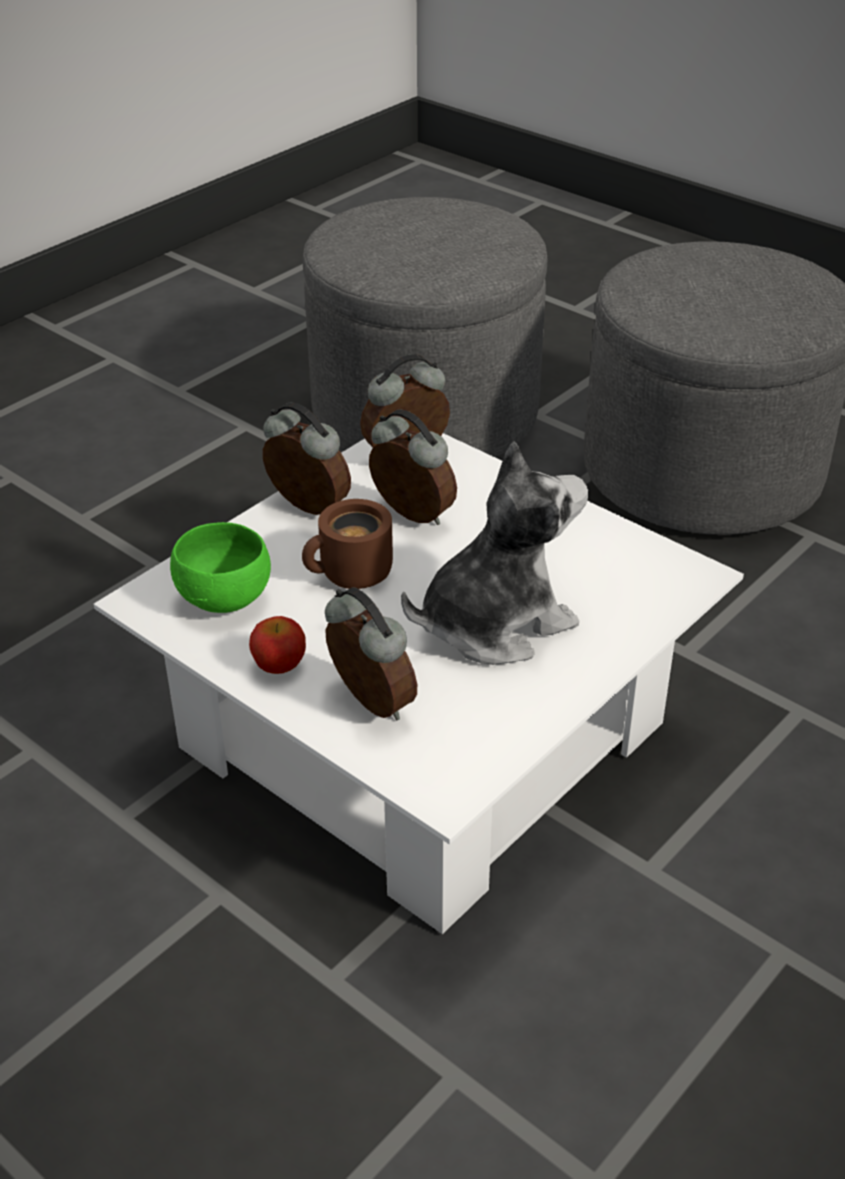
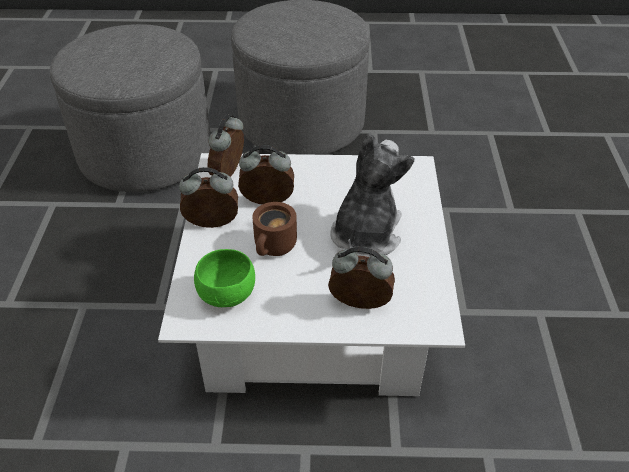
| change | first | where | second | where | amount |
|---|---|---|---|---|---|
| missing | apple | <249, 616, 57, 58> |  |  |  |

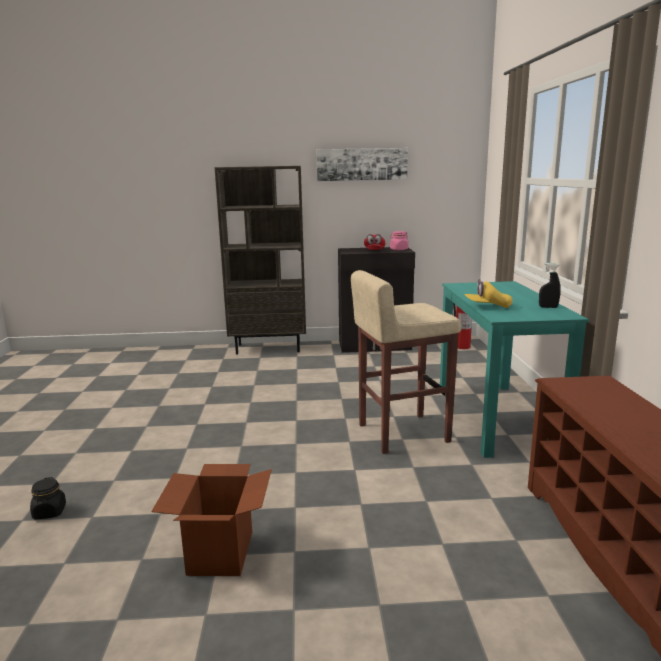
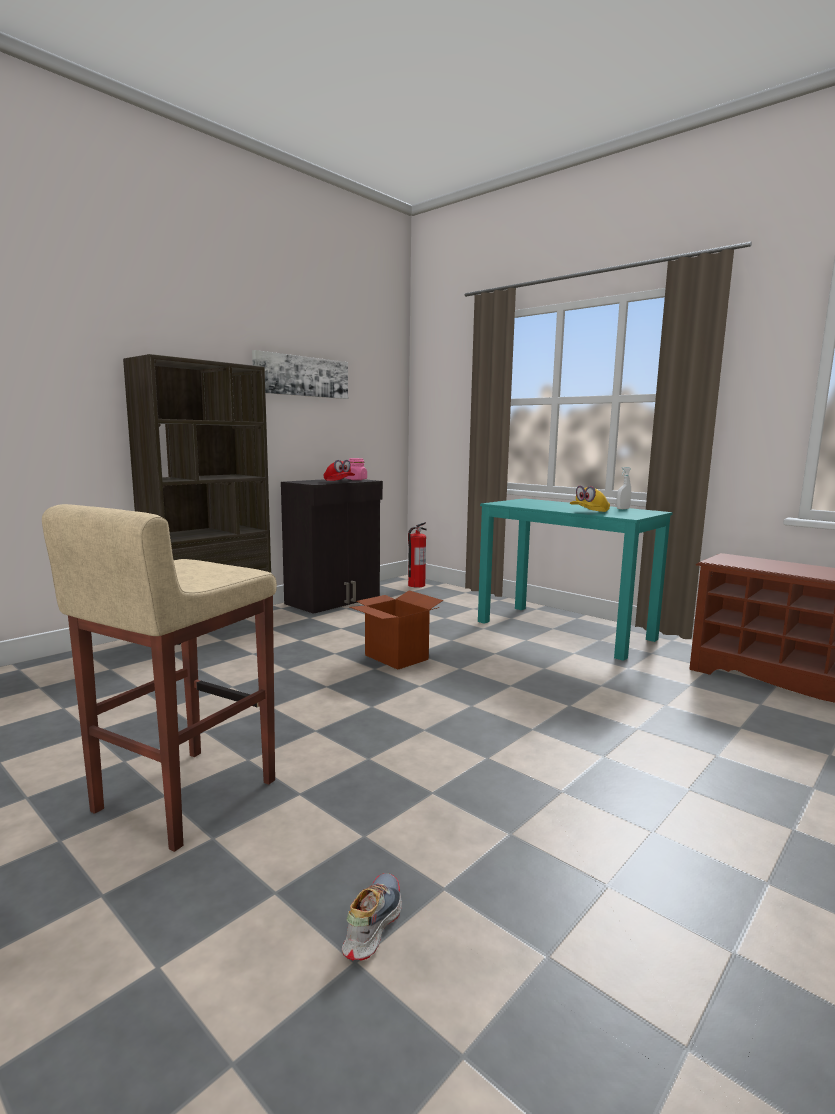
| change | first | where | second | where | amount |
|---|---|---|---|---|---|
| exchanged | black jar | <30, 477, 36, 42> | shoe | <342, 873, 60, 88> |  |
| relocated | cardboard box | <151, 464, 121, 112> |  | <350, 590, 93, 80> |  |
| relocated | beige stool | <351, 270, 111, 184> |  | <42, 504, 235, 348> |  |
| colour | black spray bottle | <539, 263, 22, 45> | white spray bottle | <616, 467, 15, 42> |  |

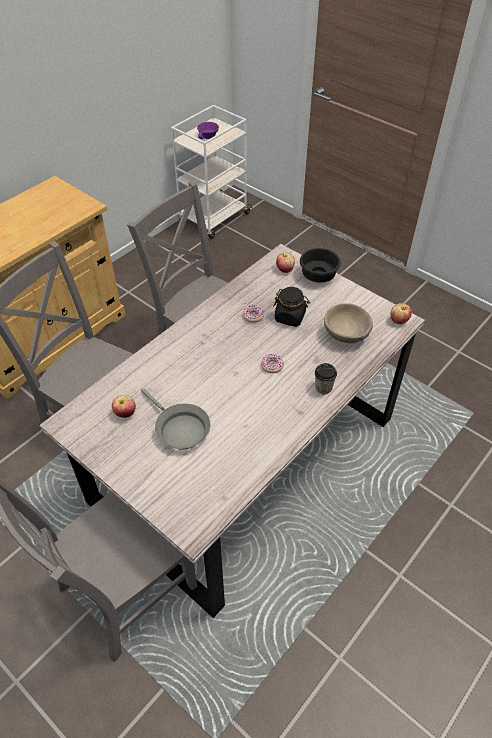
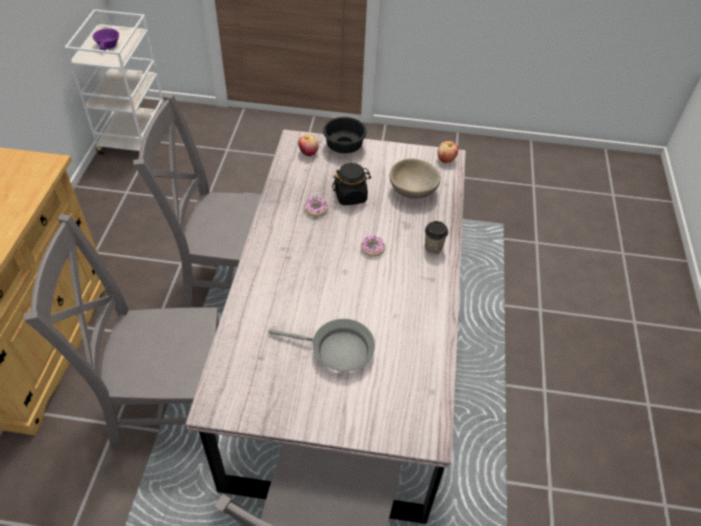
| change | first | where | second | where | amount |
|---|---|---|---|---|---|
| missing | apple | <112, 395, 24, 23> |  |  |  |

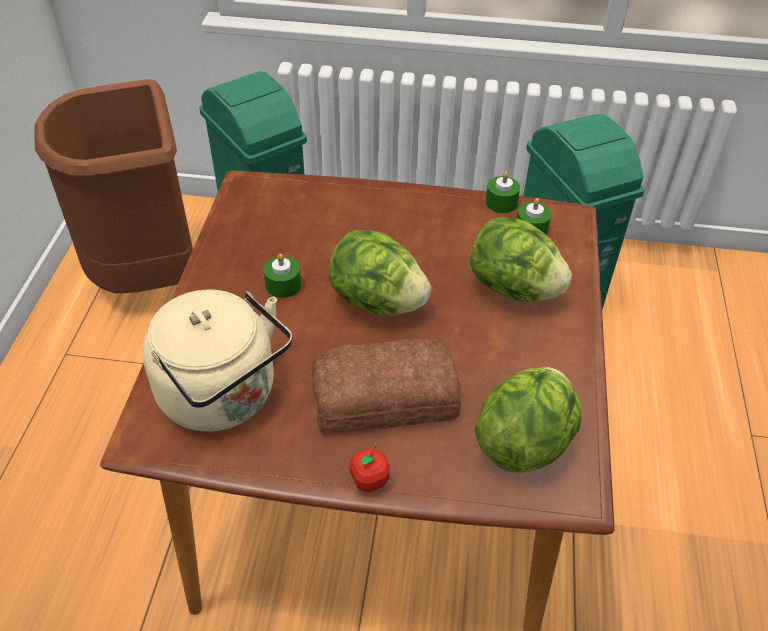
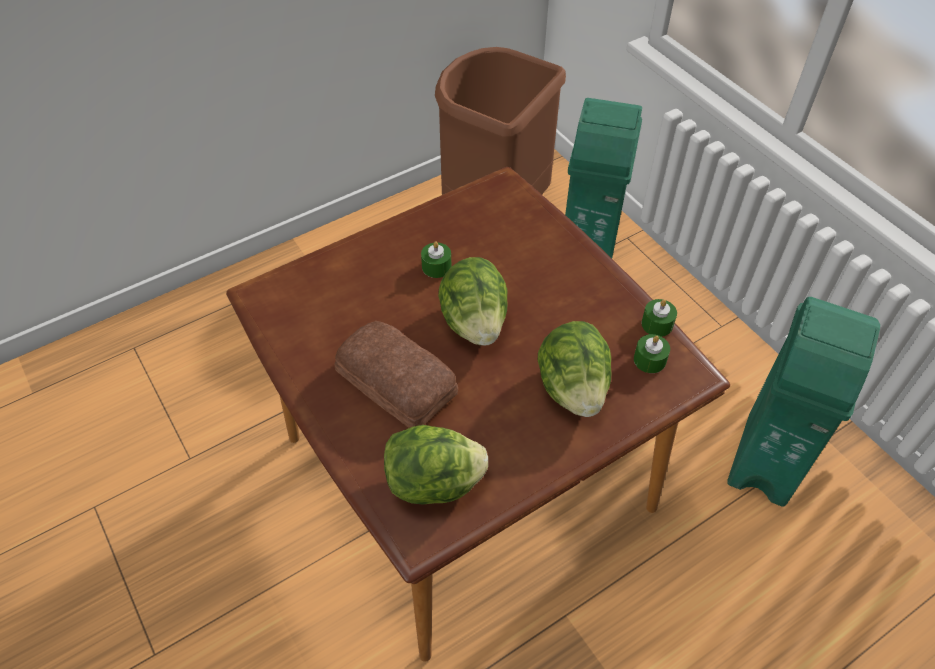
| change | first | where | second | where | amount |
|---|---|---|---|---|---|
| missing | beige kettle | <143, 290, 149, 142> |  |  |  |
| missing | apple | <349, 442, 41, 50> |  |  |  |

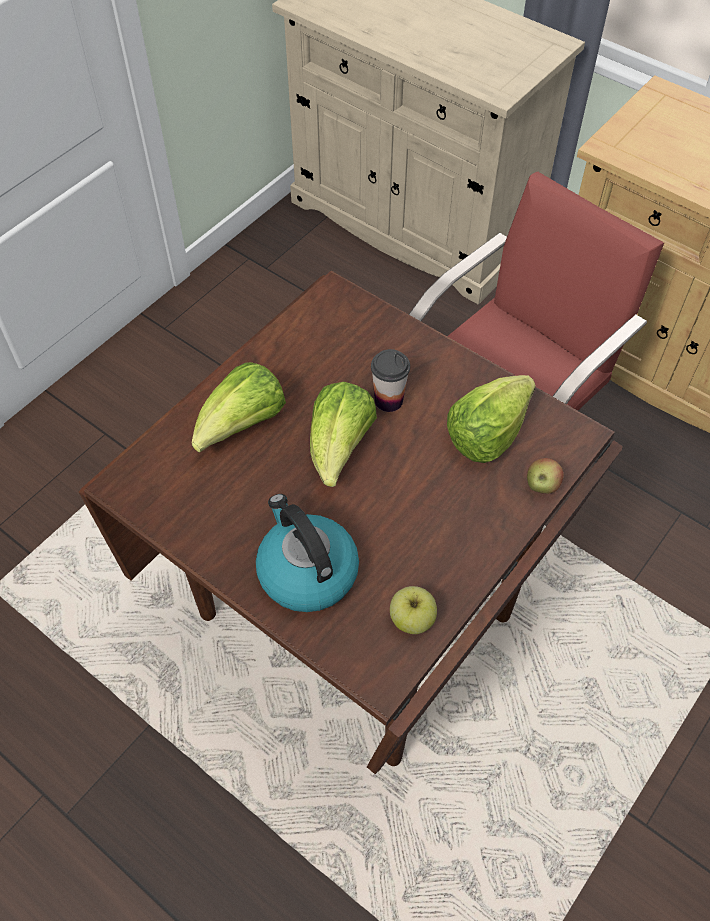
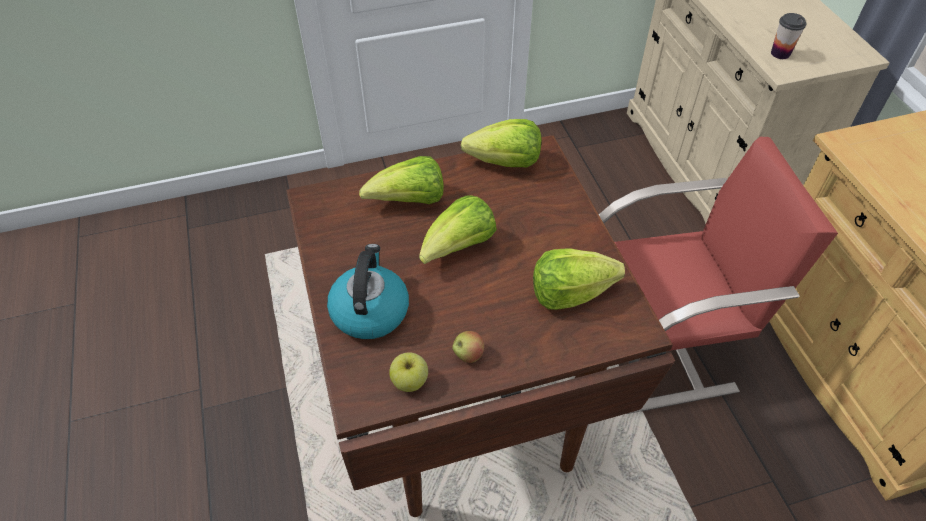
| change | first | where | second | where | amount |
|---|---|---|---|---|---|
| relocated | cup | <371, 349, 39, 63> |  | <771, 13, 35, 46> |  |
| relocated | apple | <527, 458, 37, 36> |  | <452, 331, 33, 32> |  |
| appeared |  |  | lettuce | <461, 119, 81, 48> |  |

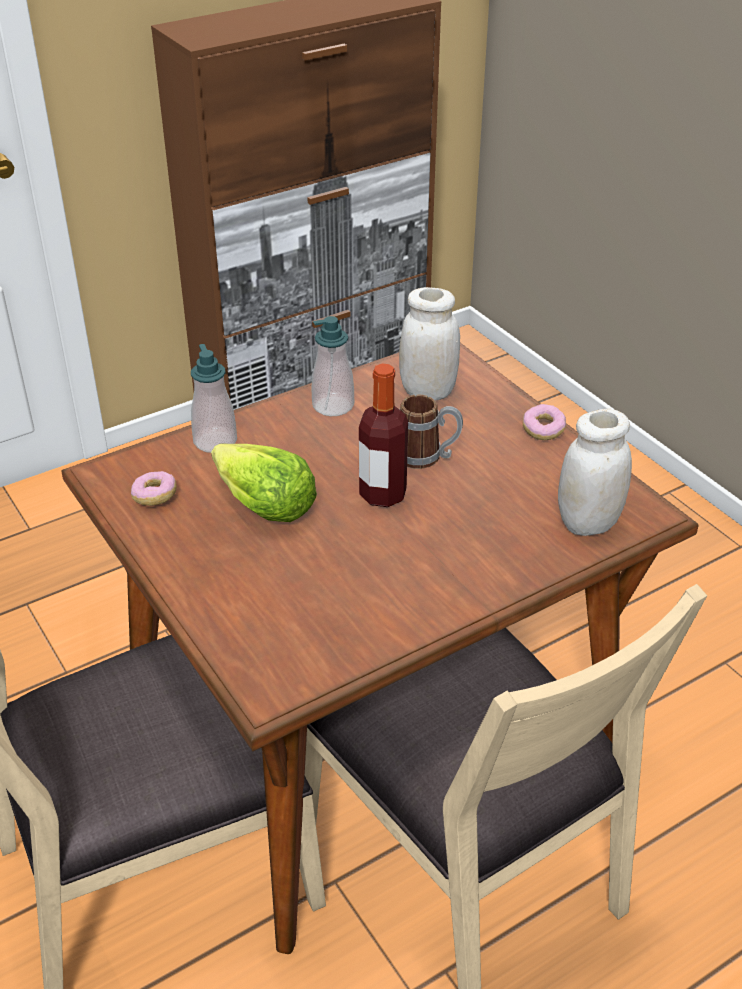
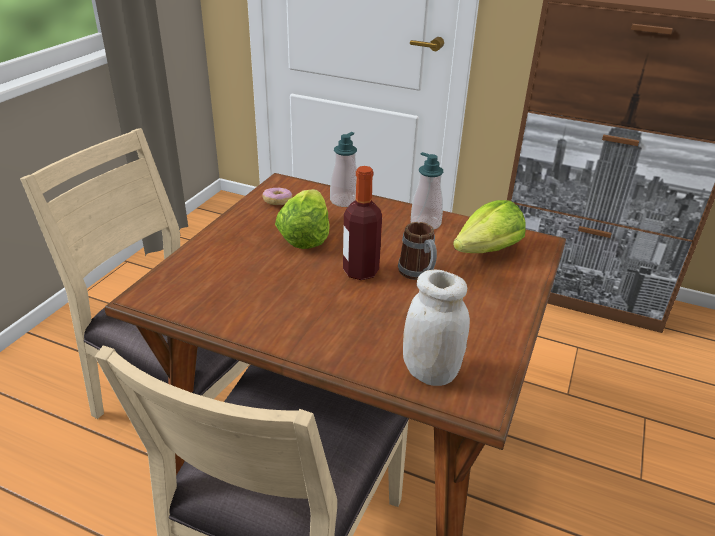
| change | first | where | second | where | amount |
|---|---|---|---|---|---|
| exchanged | white jar | <399, 287, 61, 114> | lettuce | <453, 200, 73, 53> |  |
| missing | donut | <523, 404, 43, 36> |  |  |  |

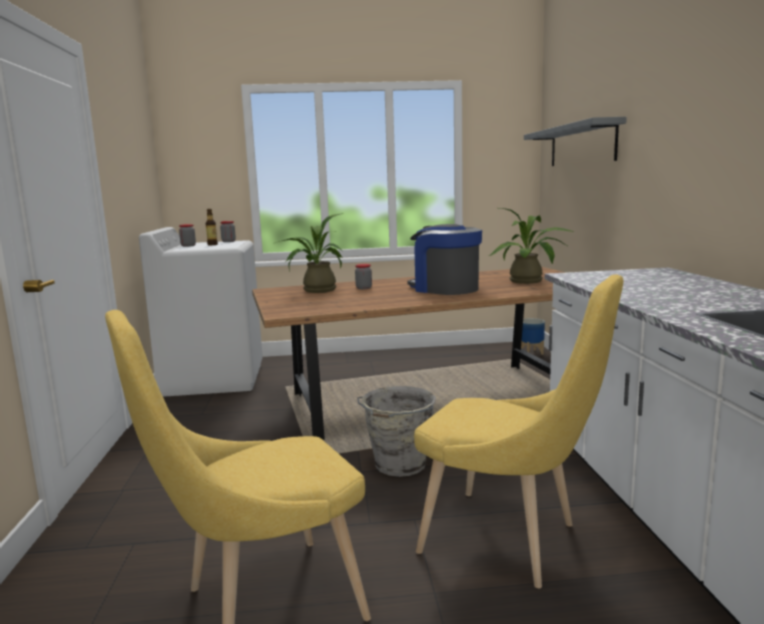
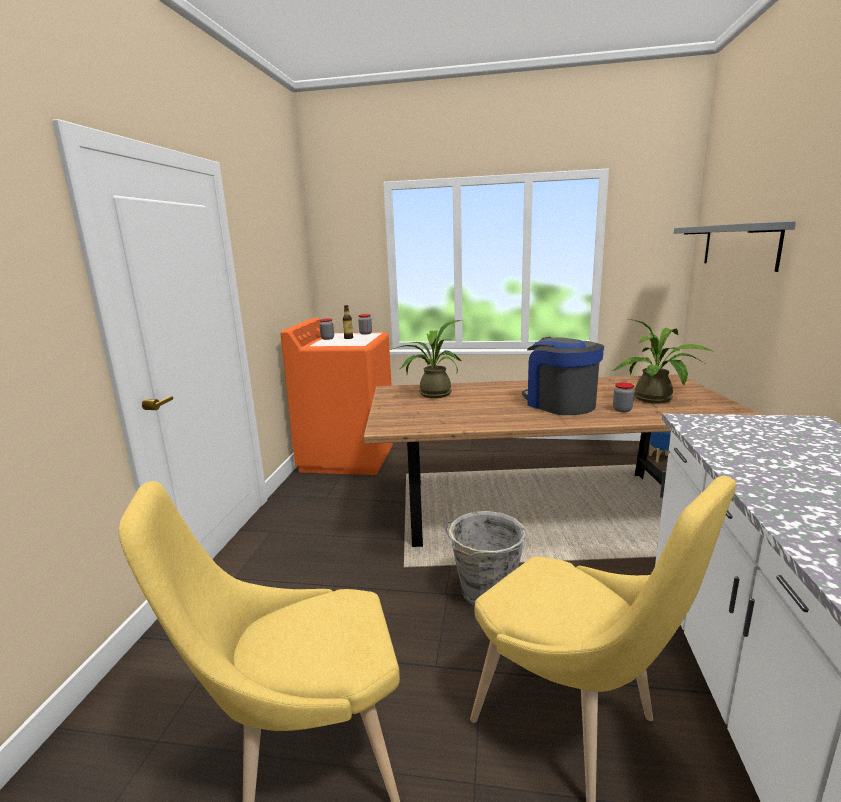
| change | first | where | second | where | amount |
|---|---|---|---|---|---|
| colour | white washing machine | <139, 227, 124, 170> | orange washing machine | <280, 318, 113, 157> |  |
| relocated | jar | <355, 264, 17, 25> |  | <613, 382, 21, 30> |  |

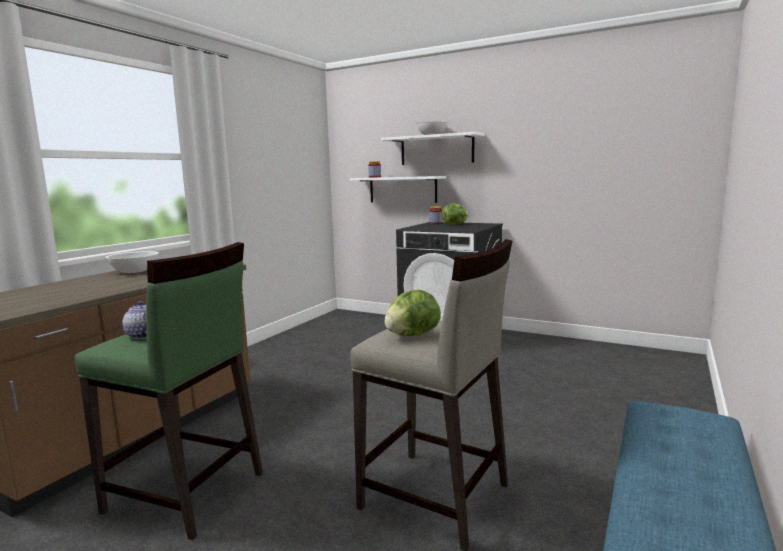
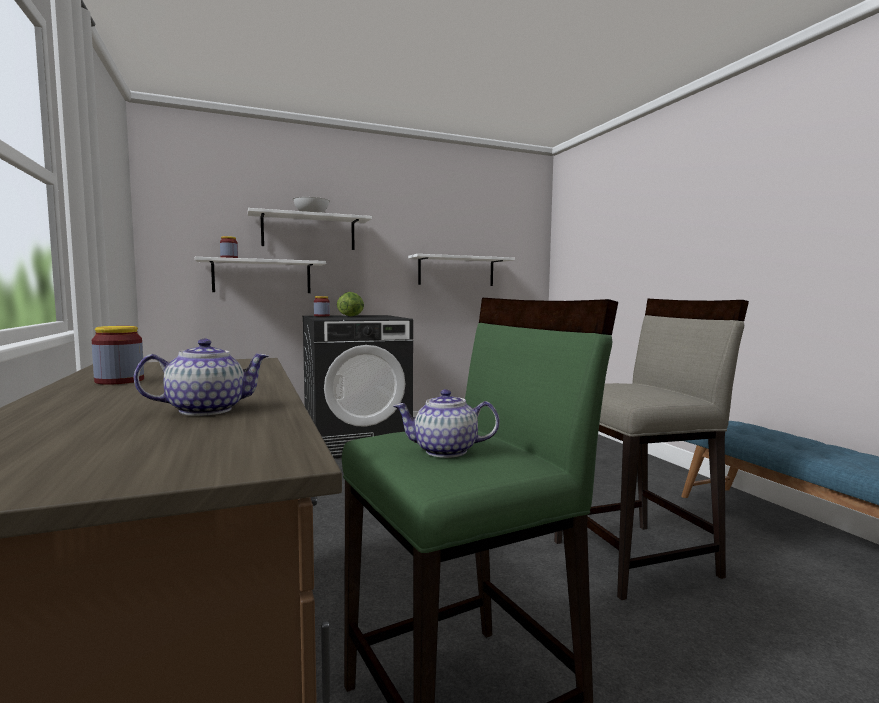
| change | first | where | second | where | amount |
|---|---|---|---|---|---|
| exchanged | white bowl | <106, 251, 53, 22> | jar | <92, 326, 52, 59> |  |
| missing | lettuce | <385, 290, 56, 46> |  |  |  |
| appeared |  |  | teapot | <134, 339, 135, 77> |  |
| appeared |  |  | white shelf | <408, 254, 107, 32> |  |

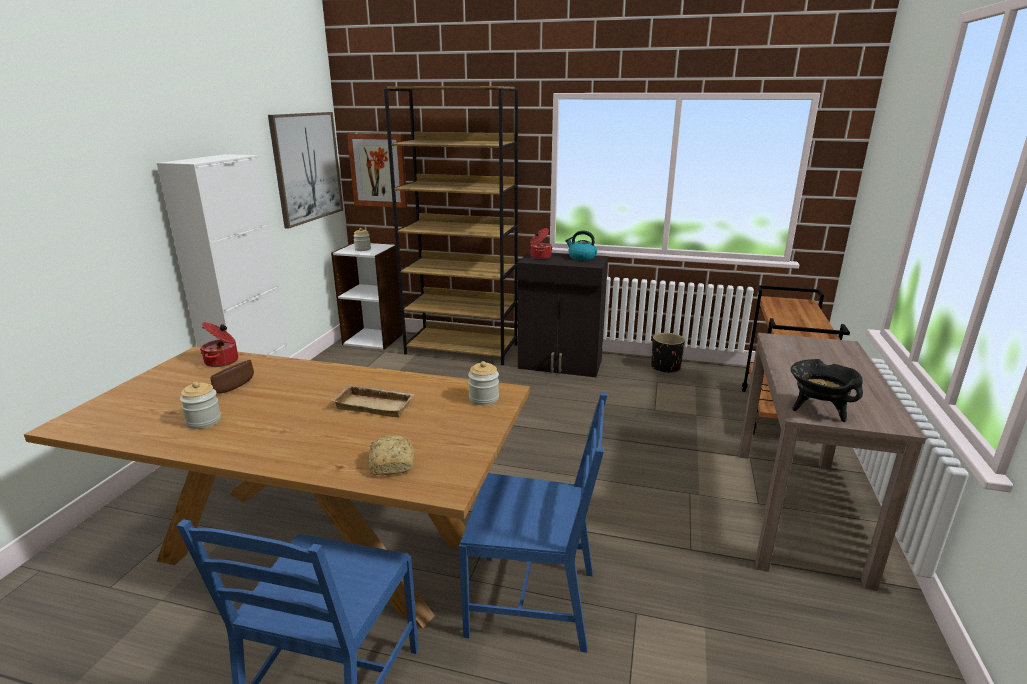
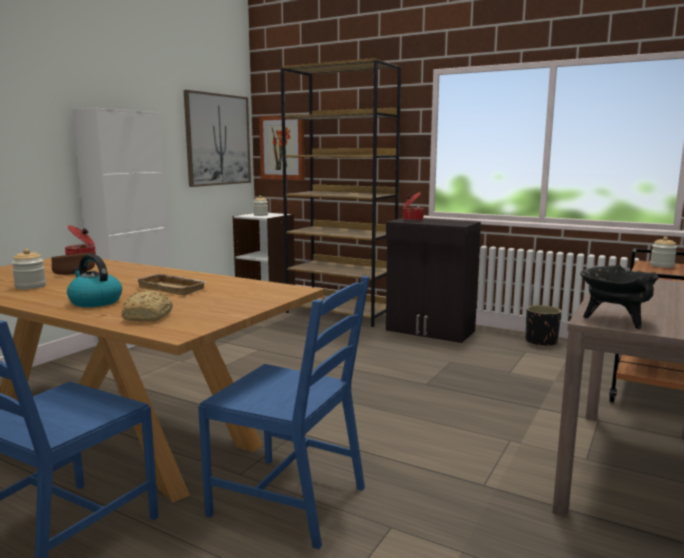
| change | first | where | second | where | amount |
|---|---|---|---|---|---|
| relocated | jar | <468, 361, 31, 44> |  | <650, 237, 27, 31> |  |
| relocated | kettle | <565, 231, 32, 29> |  | <67, 254, 55, 53> |  |

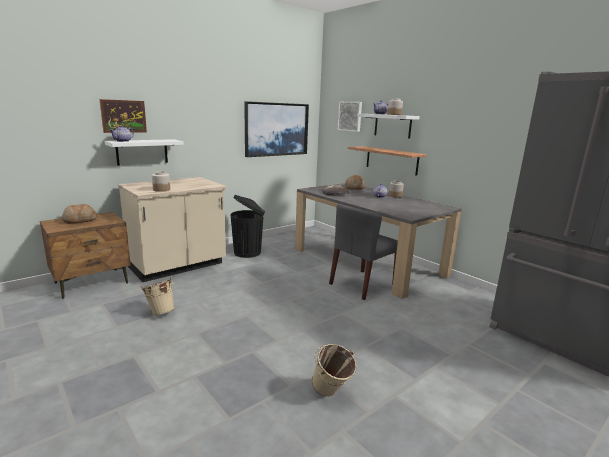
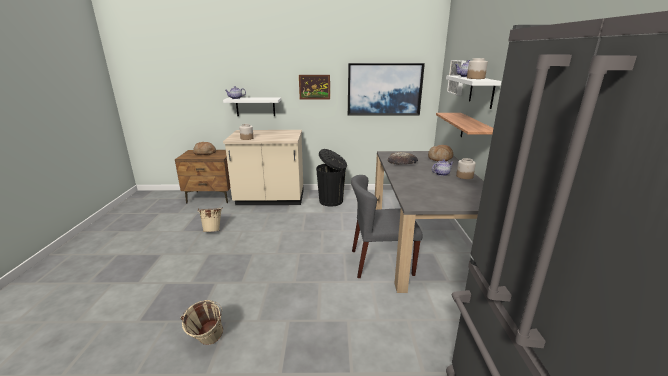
| change | first | where | second | where | amount |
|---|---|---|---|---|---|
| relocated | picture | <100, 99, 47, 34> |  | <299, 75, 31, 24> |  |

